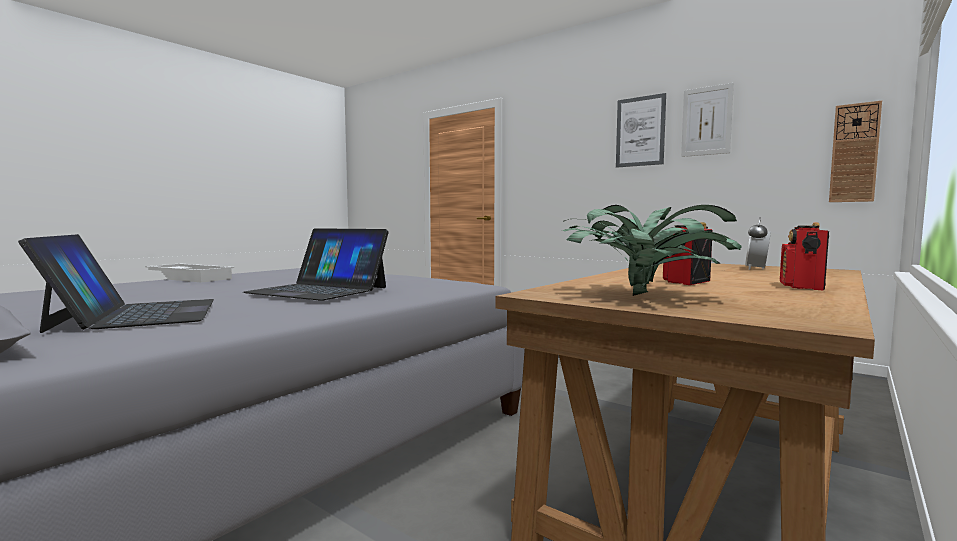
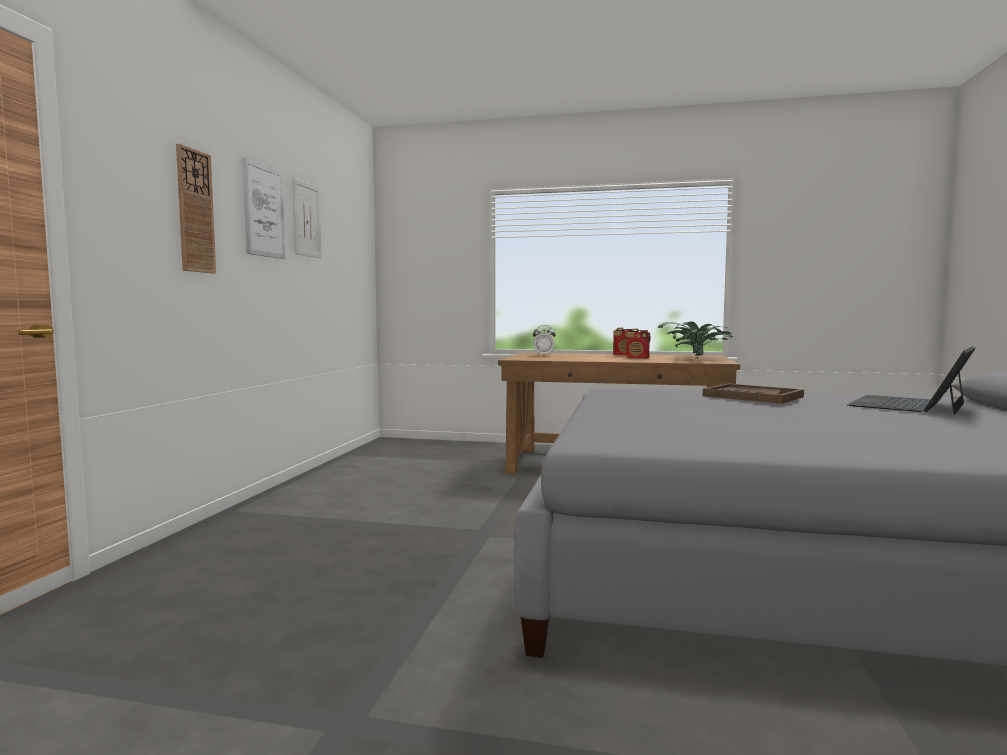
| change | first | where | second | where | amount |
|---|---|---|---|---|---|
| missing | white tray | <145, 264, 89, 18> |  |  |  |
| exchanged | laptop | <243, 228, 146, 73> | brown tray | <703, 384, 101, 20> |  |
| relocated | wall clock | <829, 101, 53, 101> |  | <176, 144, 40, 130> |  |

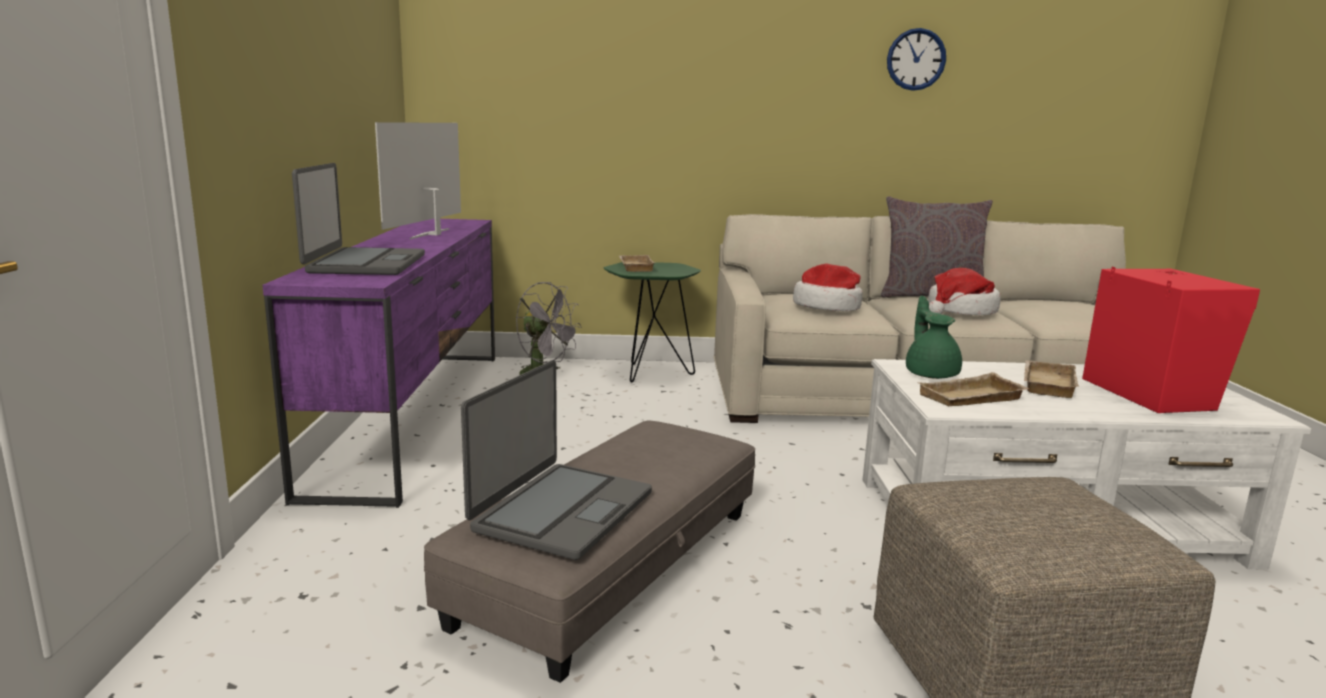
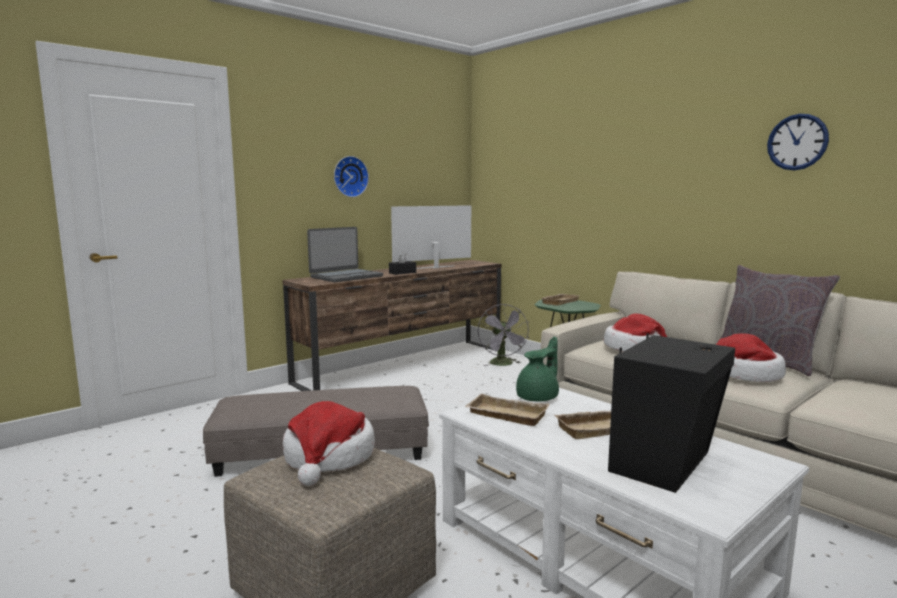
| change | first | where | second | where | amount |
|---|---|---|---|---|---|
| colour | purple tv stand | <262, 219, 233, 289> | brown tv stand | <282, 260, 219, 131> |  |
| missing | laptop | <461, 360, 191, 200> |  |  |  |
| colour | red speaker | <1082, 267, 178, 146> | black speaker | <608, 333, 127, 160> |  |
| appeared |  |  | hat | <283, 401, 92, 85> |  |
| appeared |  |  | wall clock | <334, 156, 35, 41> |  |
| appeared |  |  | black tissue box | <389, 252, 27, 23> |  |

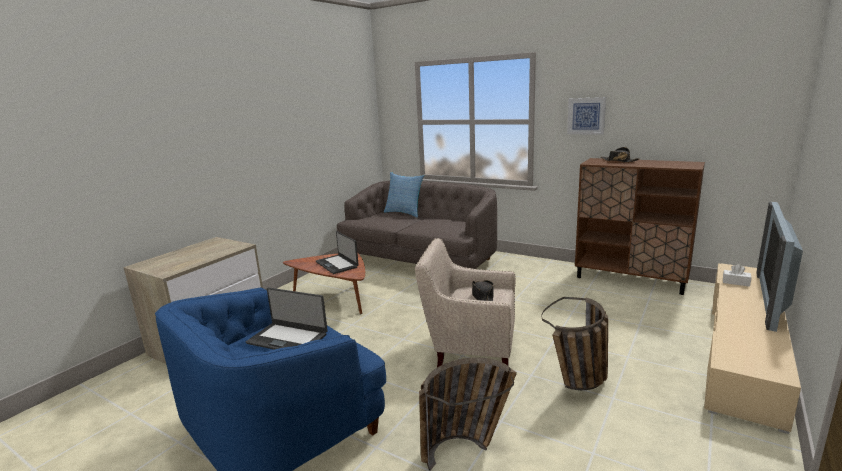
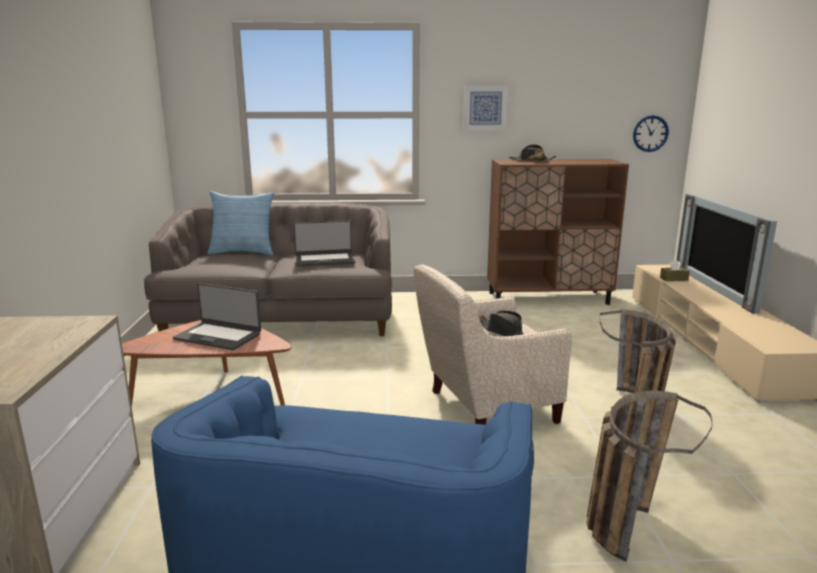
| change | first | where | second | where | amount |
|---|---|---|---|---|---|
| relocated | laptop | <246, 288, 82, 62> |  | <294, 221, 62, 46> |  |
| colour | white tissue box | <723, 264, 29, 23> | brown tissue box | <660, 260, 30, 21> |  |
| appeared |  |  | wall clock | <633, 115, 36, 37> |  |

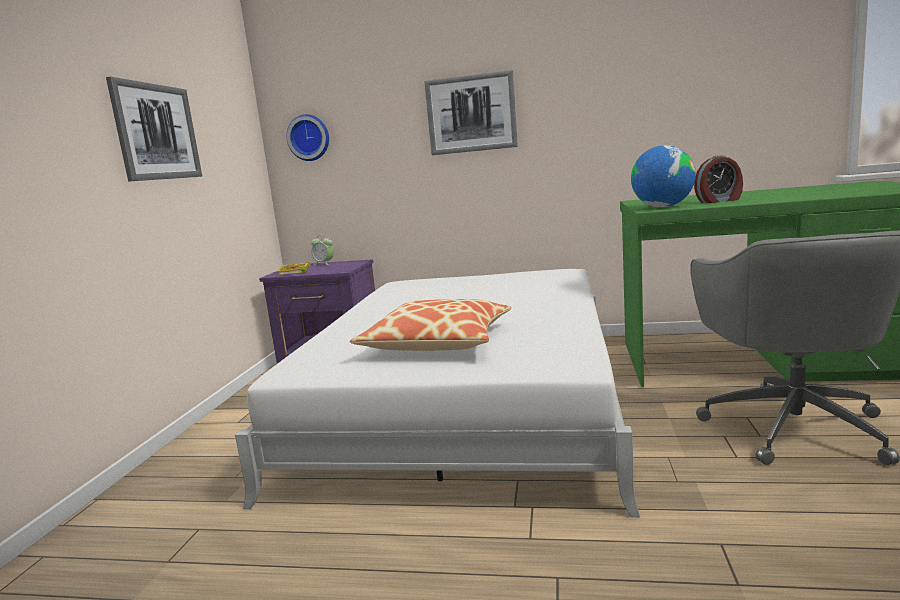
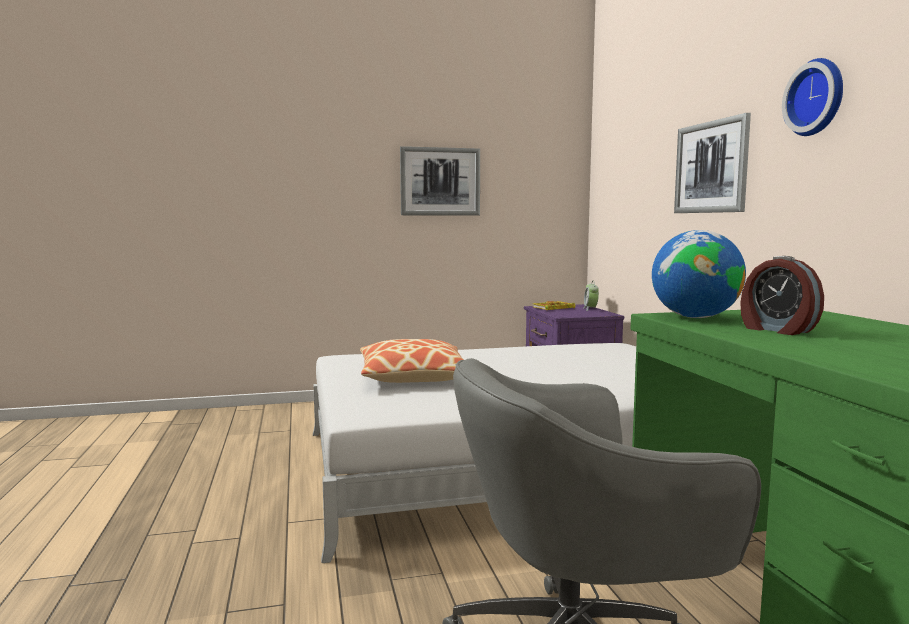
| change | first | where | second | where | amount |
|---|---|---|---|---|---|
| relocated | wall clock | <287, 114, 42, 47> |  | <782, 58, 61, 78> |  |

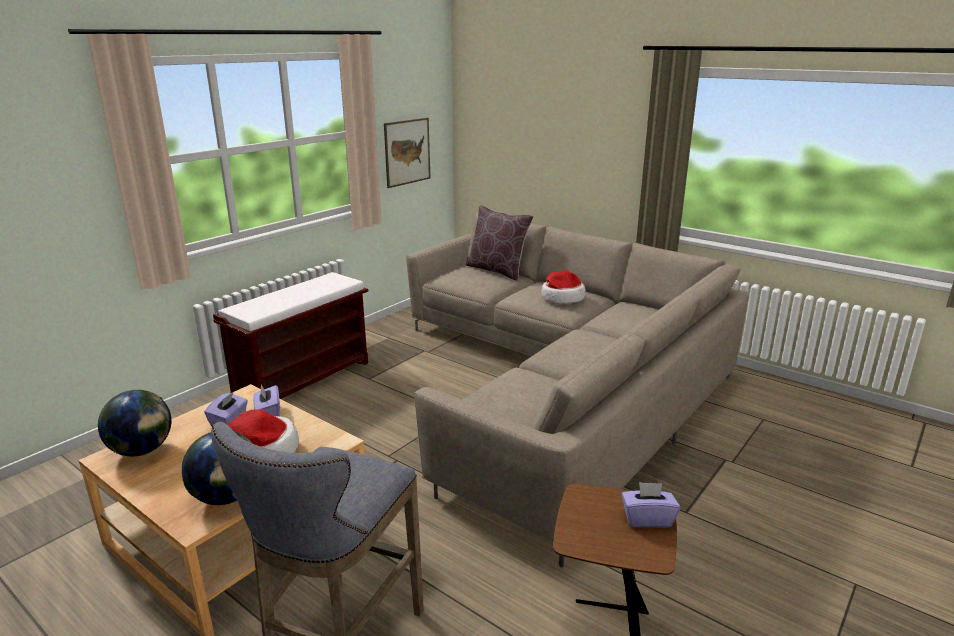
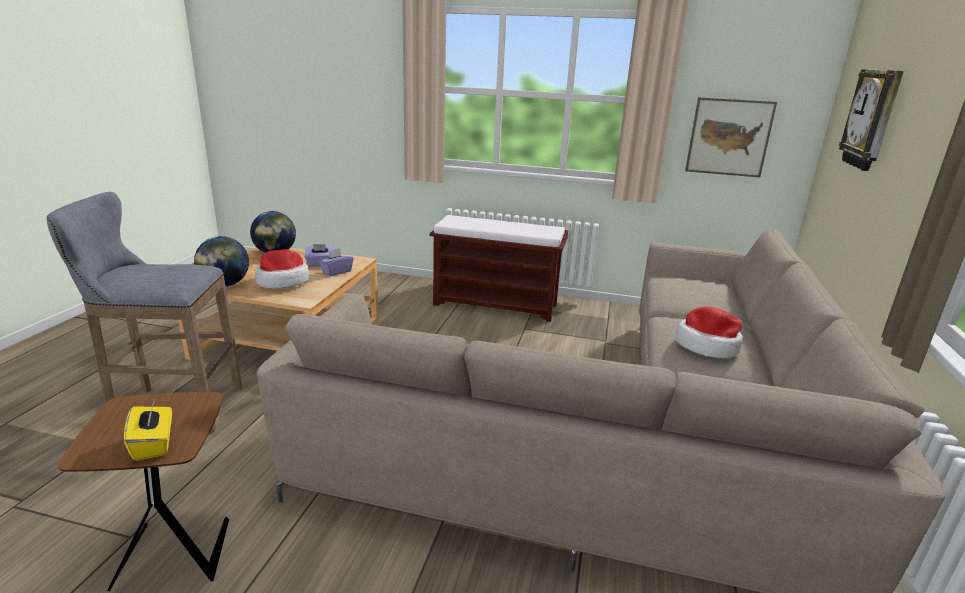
| change | first | where | second | where | amount |
|---|---|---|---|---|---|
| missing | brown pillow | <466, 205, 67, 76> |  |  |  |
| colour | purple tissue box | <621, 482, 59, 46> | yellow tissue box | <124, 400, 48, 61> |  |
| appeared |  |  | wall clock | <839, 69, 65, 102> |  |

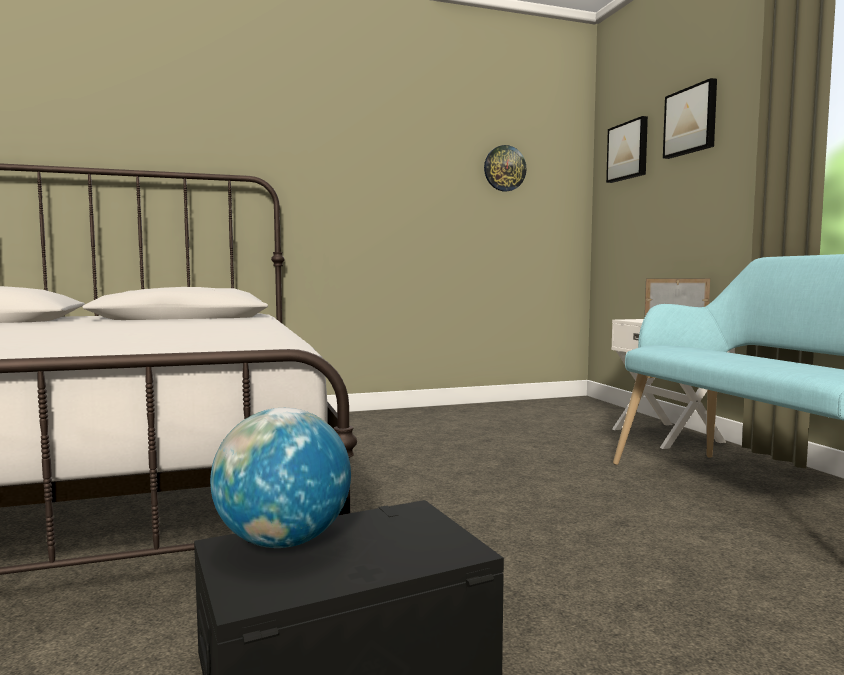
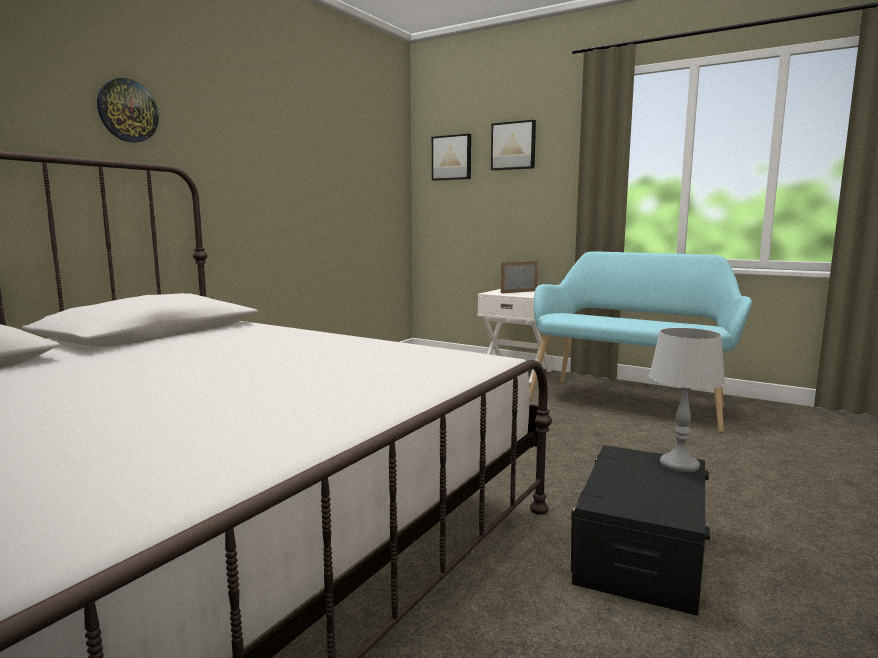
| change | first | where | second | where | amount |
|---|---|---|---|---|---|
| missing | globe | <210, 408, 141, 140> |  |  |  |
| relocated | wall clock | <484, 145, 42, 47> |  | <97, 78, 62, 65> |  |
| appeared |  |  | grey table lamp | <649, 328, 76, 144> |  |

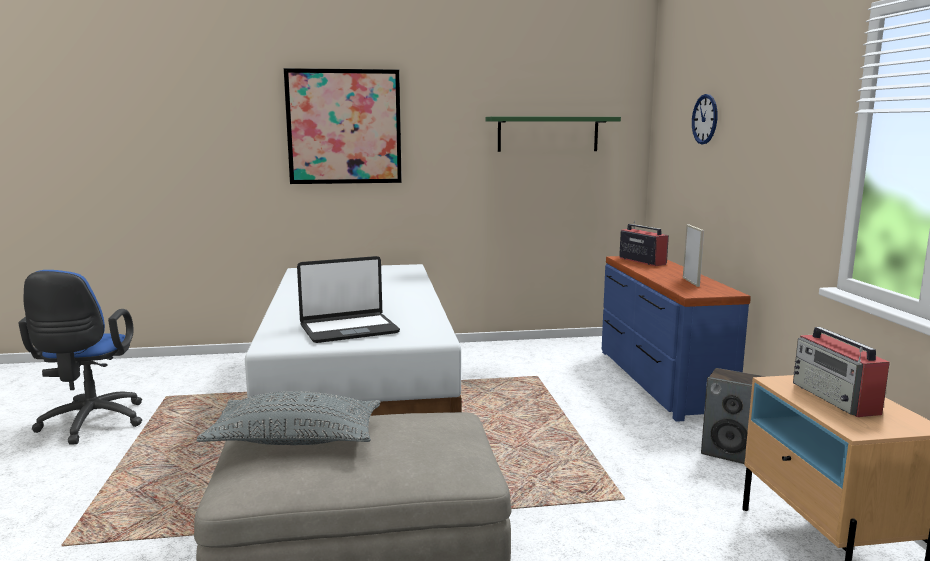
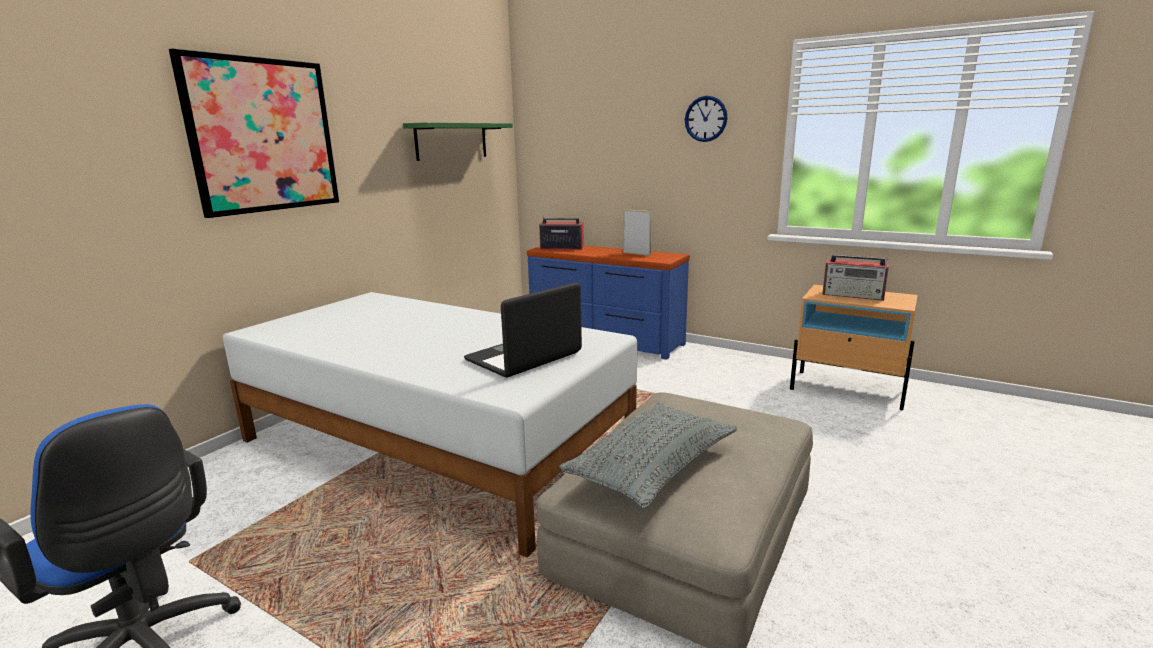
| change | first | where | second | where | amount |
|---|---|---|---|---|---|
| spun | laptop | <297, 256, 103, 87> |  | <464, 282, 118, 96> | 150 degrees counterclockwise |
| relocated | wall clock | <692, 94, 25, 50> |  | <685, 96, 43, 46> |  |
| missing | speaker | <701, 368, 65, 96> |  |  |  |

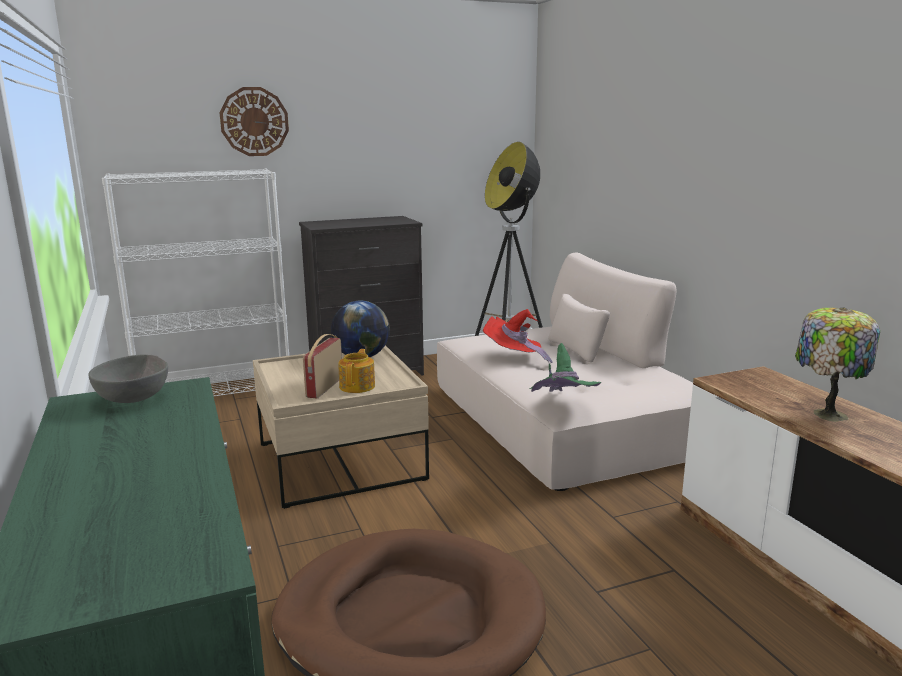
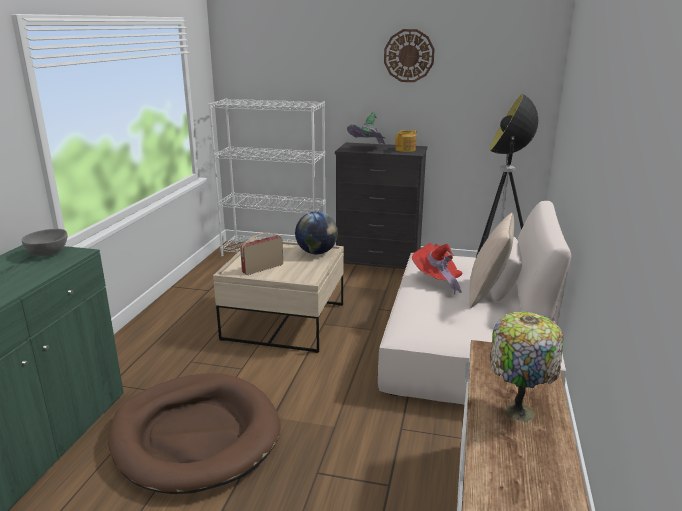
| change | first | where | second | where | amount |
|---|---|---|---|---|---|
| relocated | wall clock | <220, 87, 69, 69> |  | <384, 29, 51, 53> |  |
| relocated | teapot | <338, 349, 37, 44> |  | <395, 130, 22, 22> |  |
| relocated | green hat | <530, 343, 71, 49> |  | <347, 111, 39, 34> |  |
| appeared |  |  | beige pillow | <469, 213, 45, 95> |  |

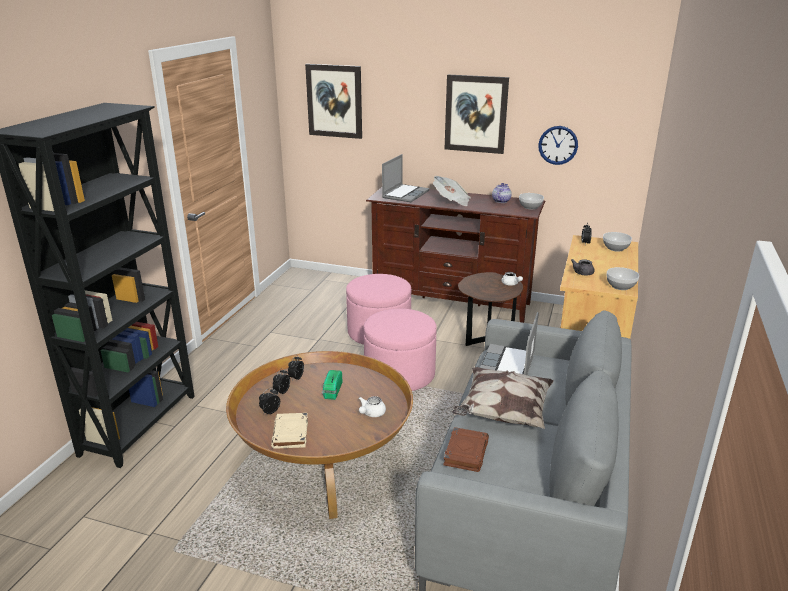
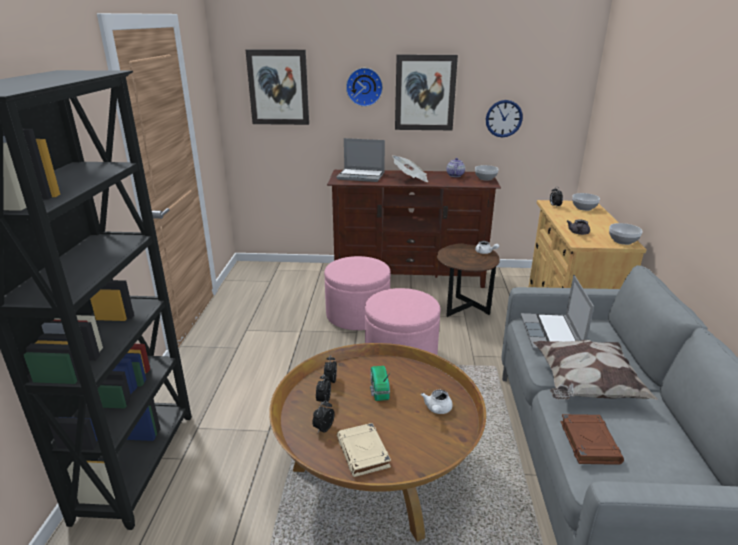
| change | first | where | second | where | amount |
|---|---|---|---|---|---|
| spun | laptop | <382, 154, 48, 48> |  | <336, 138, 49, 44> | 90 degrees clockwise |
| appeared |  |  | wall clock | <346, 68, 37, 39> |  |

